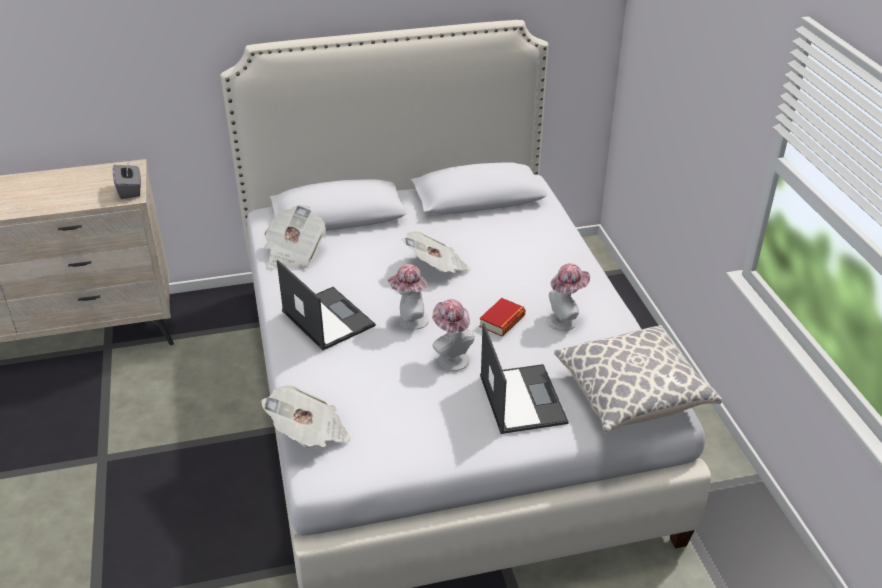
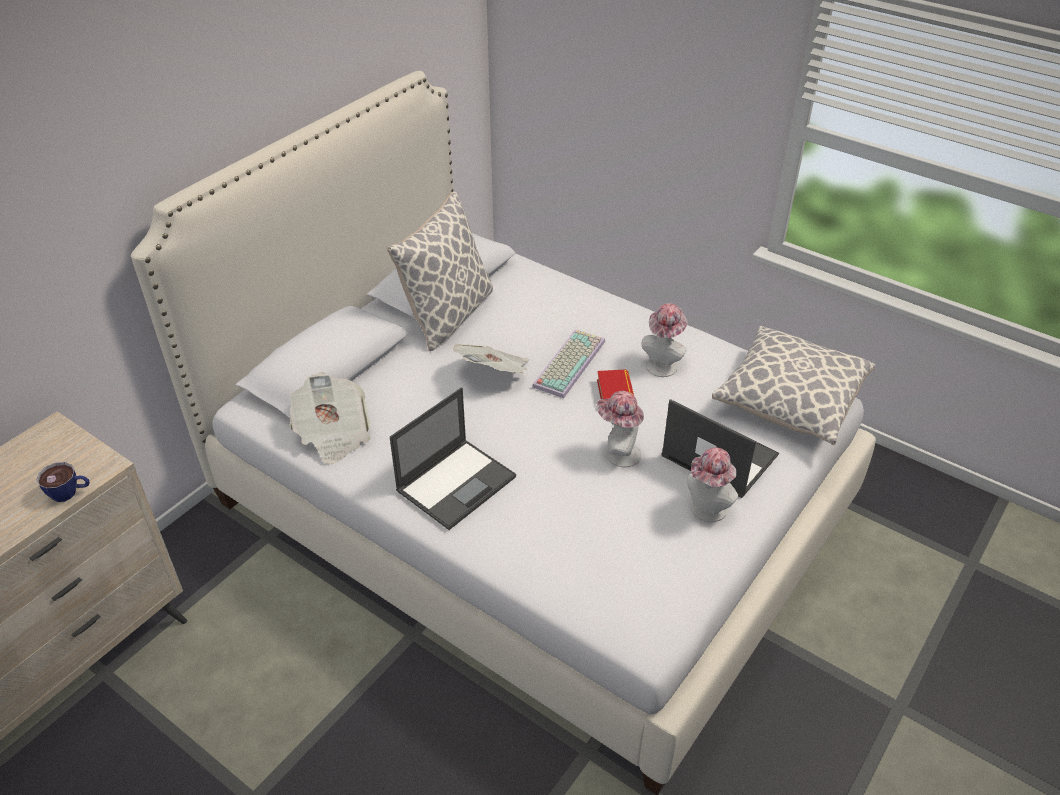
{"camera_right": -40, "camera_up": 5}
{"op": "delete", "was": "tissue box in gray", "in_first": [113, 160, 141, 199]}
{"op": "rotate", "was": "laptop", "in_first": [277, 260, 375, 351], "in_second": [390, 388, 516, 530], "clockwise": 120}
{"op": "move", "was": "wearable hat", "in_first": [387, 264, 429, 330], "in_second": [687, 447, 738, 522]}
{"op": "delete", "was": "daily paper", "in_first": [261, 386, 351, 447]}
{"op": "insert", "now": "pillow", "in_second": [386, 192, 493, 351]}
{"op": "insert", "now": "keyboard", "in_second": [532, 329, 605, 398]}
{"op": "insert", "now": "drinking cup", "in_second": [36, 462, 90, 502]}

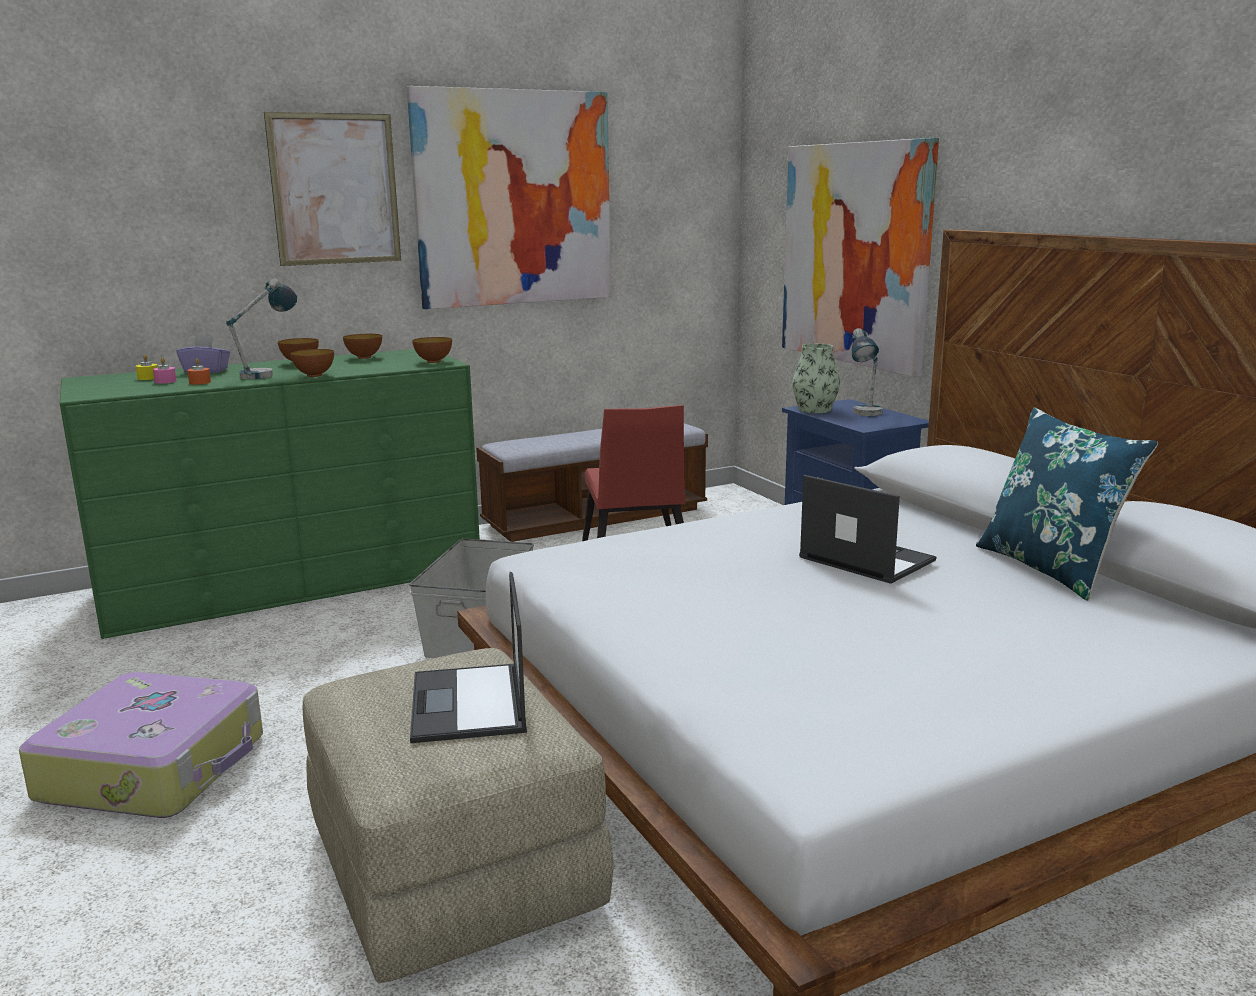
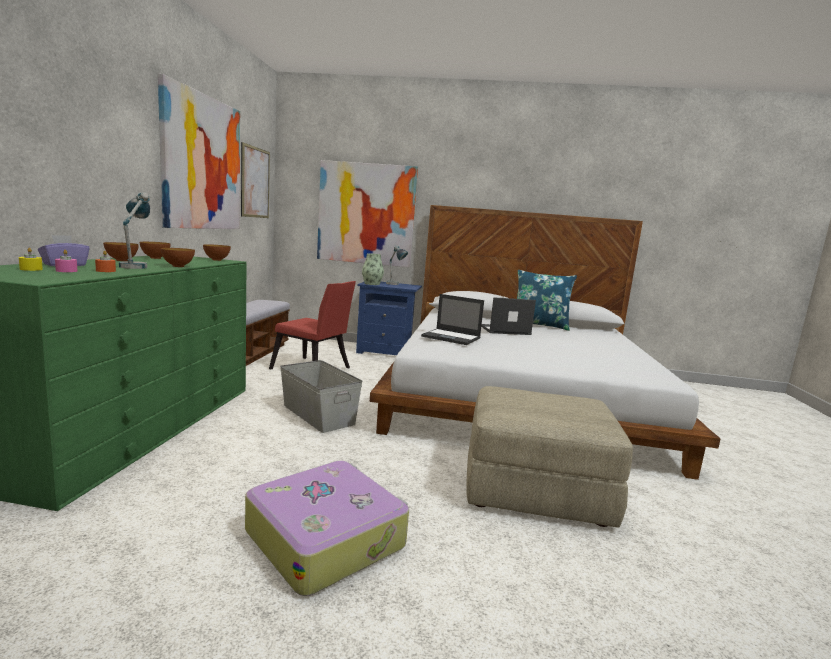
{"camera_right": -55, "camera_up": -5}
{"op": "move", "was": "wall art", "in_first": [264, 112, 401, 266], "in_second": [241, 142, 270, 218]}
{"op": "move", "was": "laptop", "in_first": [410, 572, 527, 743], "in_second": [421, 294, 484, 345]}

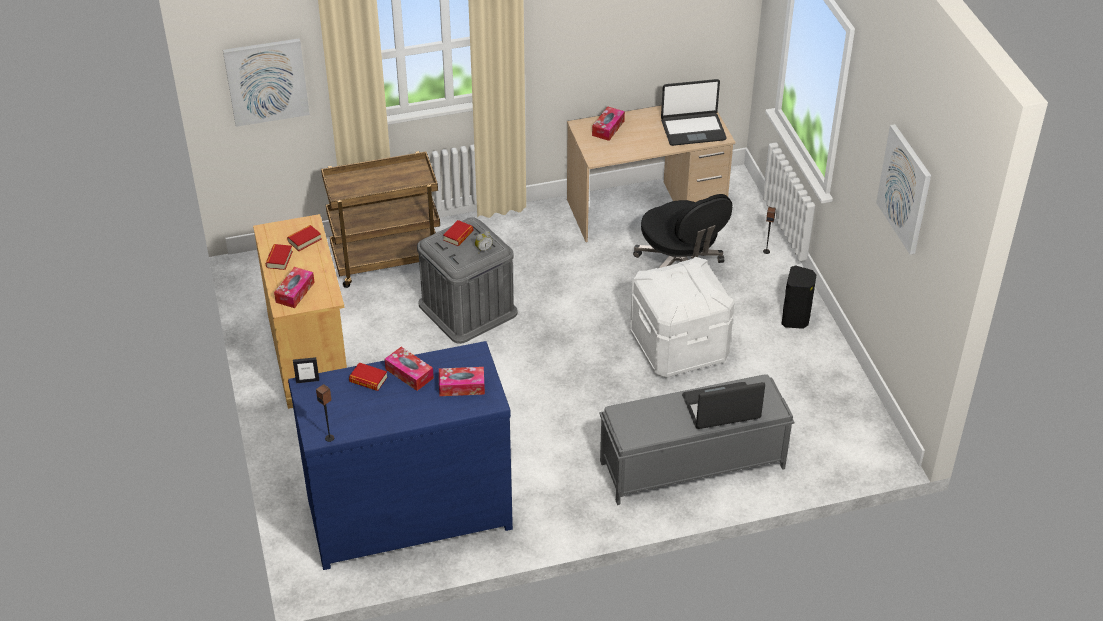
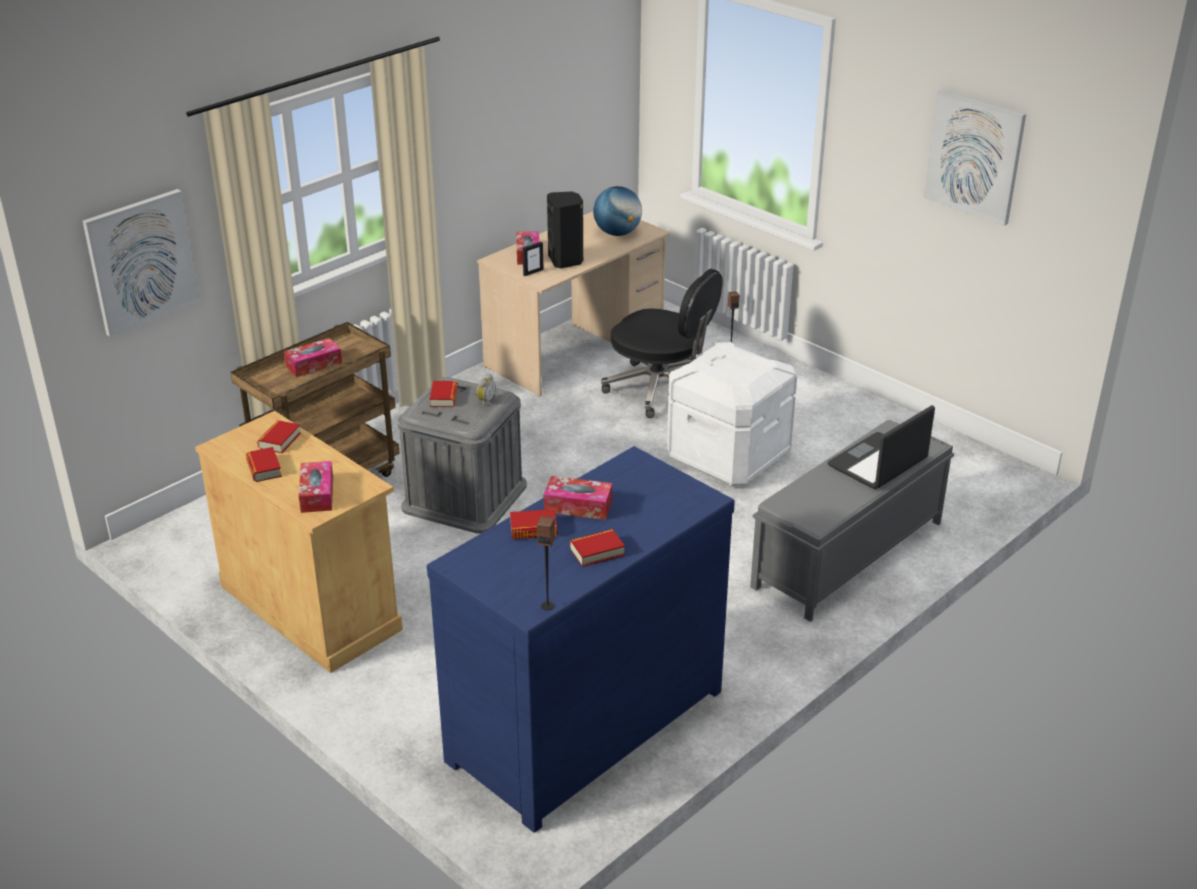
{"camera_right": -30, "camera_up": -10}
{"op": "replace", "was": "laptop", "now": "world globe", "in_first": [661, 79, 727, 146], "in_second": [593, 186, 642, 236]}
{"op": "move", "was": "loudspeaker in black-coloured", "in_first": [781, 265, 816, 329], "in_second": [547, 192, 583, 269]}
{"op": "move", "was": "standing frame", "in_first": [293, 357, 319, 383], "in_second": [523, 242, 544, 276]}
{"op": "move", "was": "tissue box", "in_first": [439, 367, 485, 396], "in_second": [284, 338, 342, 377]}
{"op": "insert", "now": "volume", "in_second": [570, 529, 625, 567]}

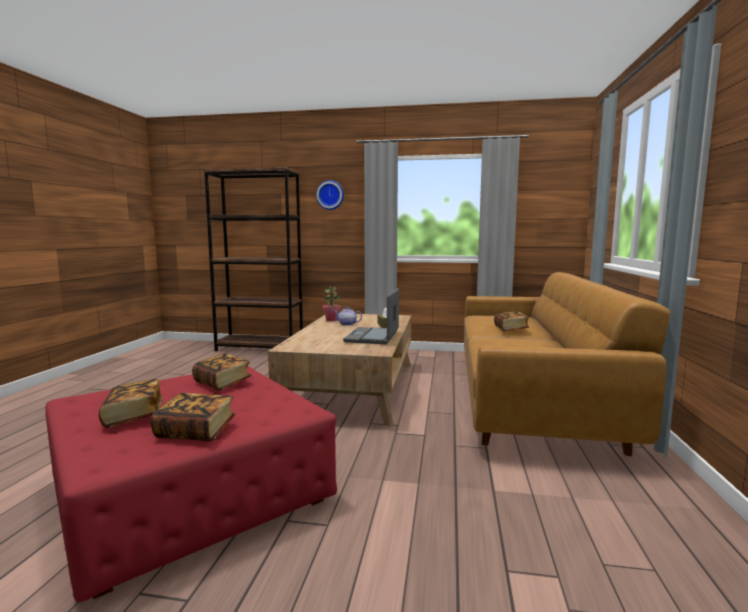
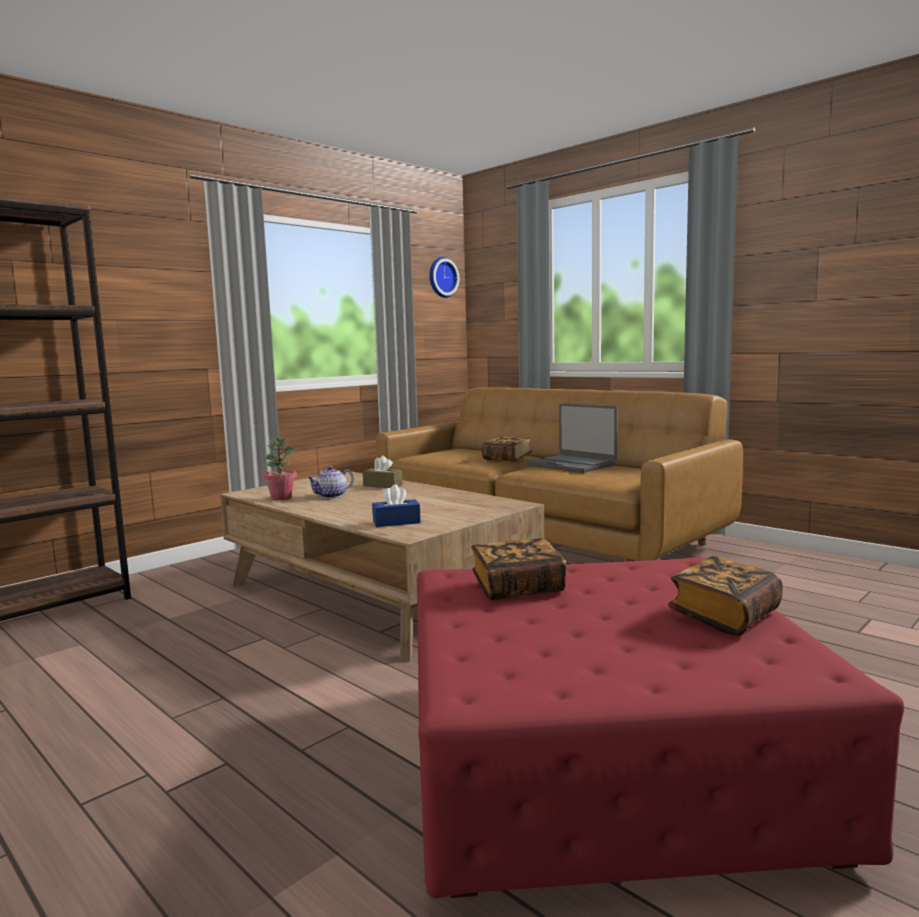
{"camera_right": -55, "camera_up": 0}
{"op": "move", "was": "wall clock", "in_first": [316, 180, 344, 210], "in_second": [429, 257, 459, 298]}
{"op": "move", "was": "laptop", "in_first": [343, 288, 399, 344], "in_second": [527, 403, 617, 473]}
{"op": "delete", "was": "volume", "in_first": [99, 379, 163, 428]}
{"op": "insert", "now": "tissue box in bluish", "in_second": [372, 484, 421, 527]}

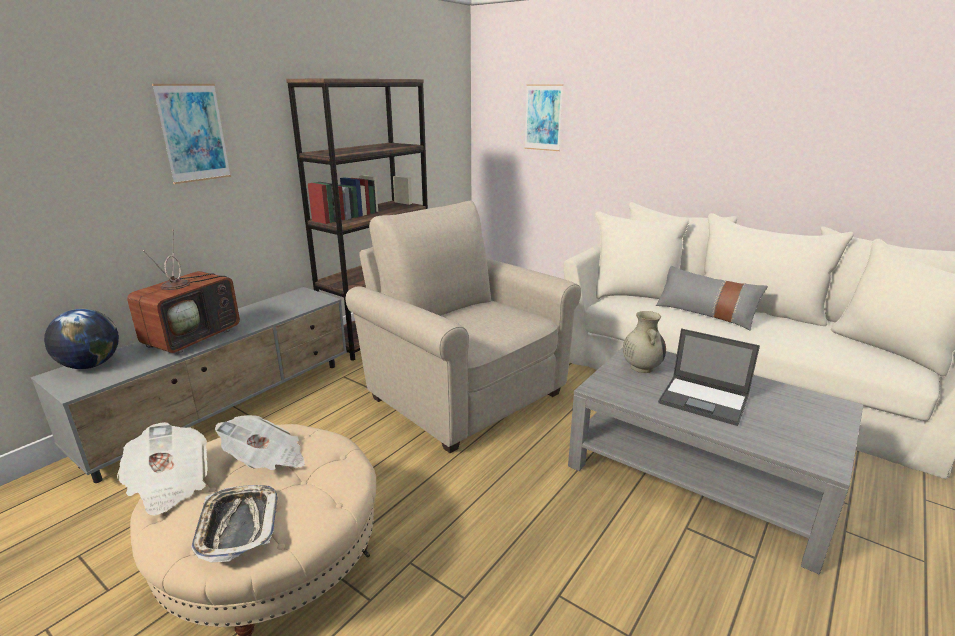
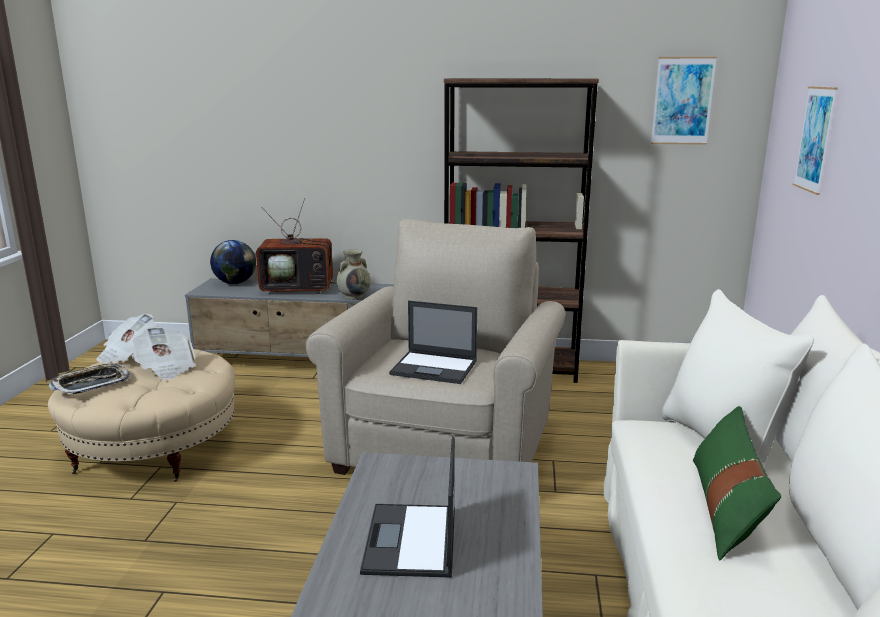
{"camera_right": 60, "camera_up": -5}
{"op": "move", "was": "wall art", "in_first": [152, 84, 231, 184], "in_second": [651, 57, 717, 145]}
{"op": "recolor", "was": "pillow in gray", "now": "pillow in green", "in_first": [656, 266, 768, 331], "in_second": [693, 406, 782, 560]}
{"op": "move", "was": "vase in beige", "in_first": [623, 311, 666, 373], "in_second": [337, 250, 371, 300]}
{"op": "insert", "now": "laptop", "in_second": [389, 300, 477, 384]}

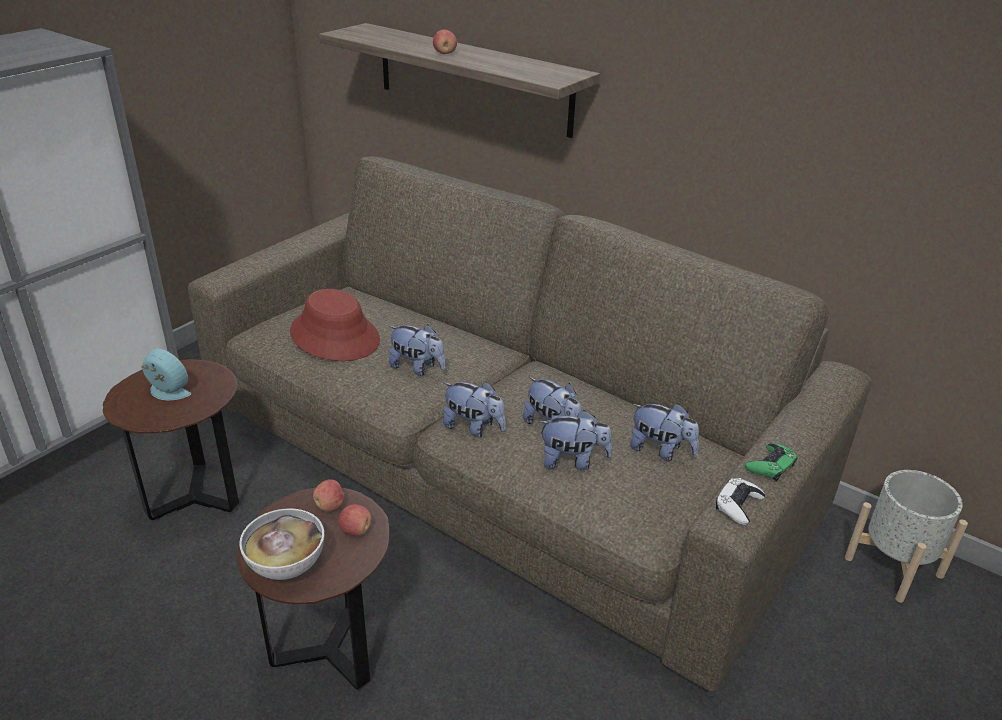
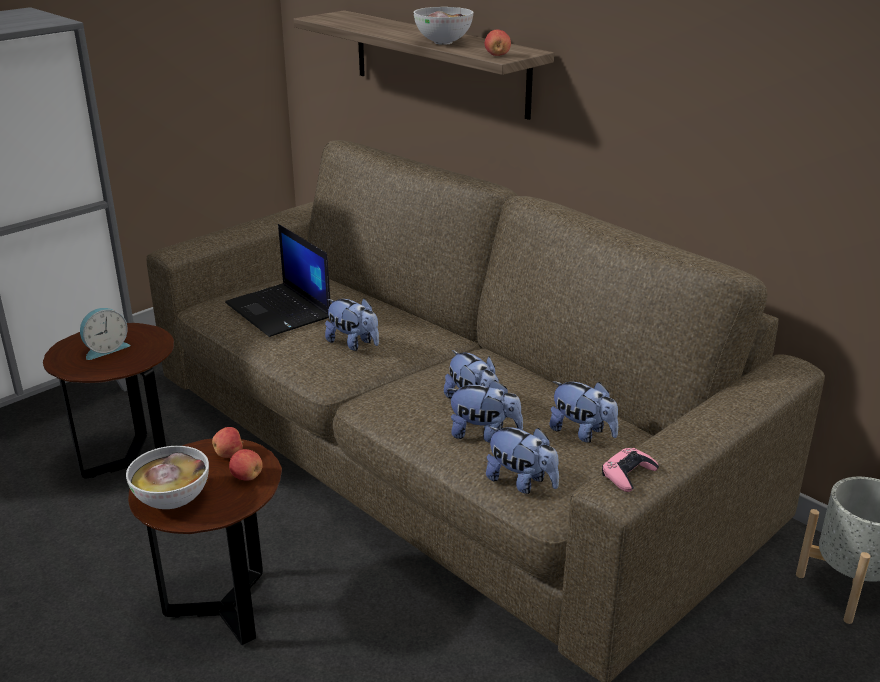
{"camera_right": 10, "camera_up": -5}
{"op": "move", "was": "apple", "in_first": [433, 30, 457, 54], "in_second": [485, 29, 511, 56]}
{"op": "replace", "was": "wearable hat in red-coloured", "now": "laptop", "in_first": [290, 289, 380, 361], "in_second": [225, 224, 331, 337]}
{"op": "rotate", "was": "alarm clock", "in_first": [141, 349, 191, 400], "in_second": [80, 308, 130, 360], "clockwise": 105}
{"op": "move", "was": "cuddly toy", "in_first": [443, 381, 506, 437], "in_second": [486, 427, 559, 494]}
{"op": "delete", "was": "game controller in green", "in_first": [745, 443, 798, 482]}
{"op": "recolor", "was": "game controller in white", "now": "game controller in pink-coloured", "in_first": [716, 478, 765, 525], "in_second": [602, 448, 659, 492]}
{"op": "insert", "now": "deep dish", "in_second": [414, 7, 473, 45]}

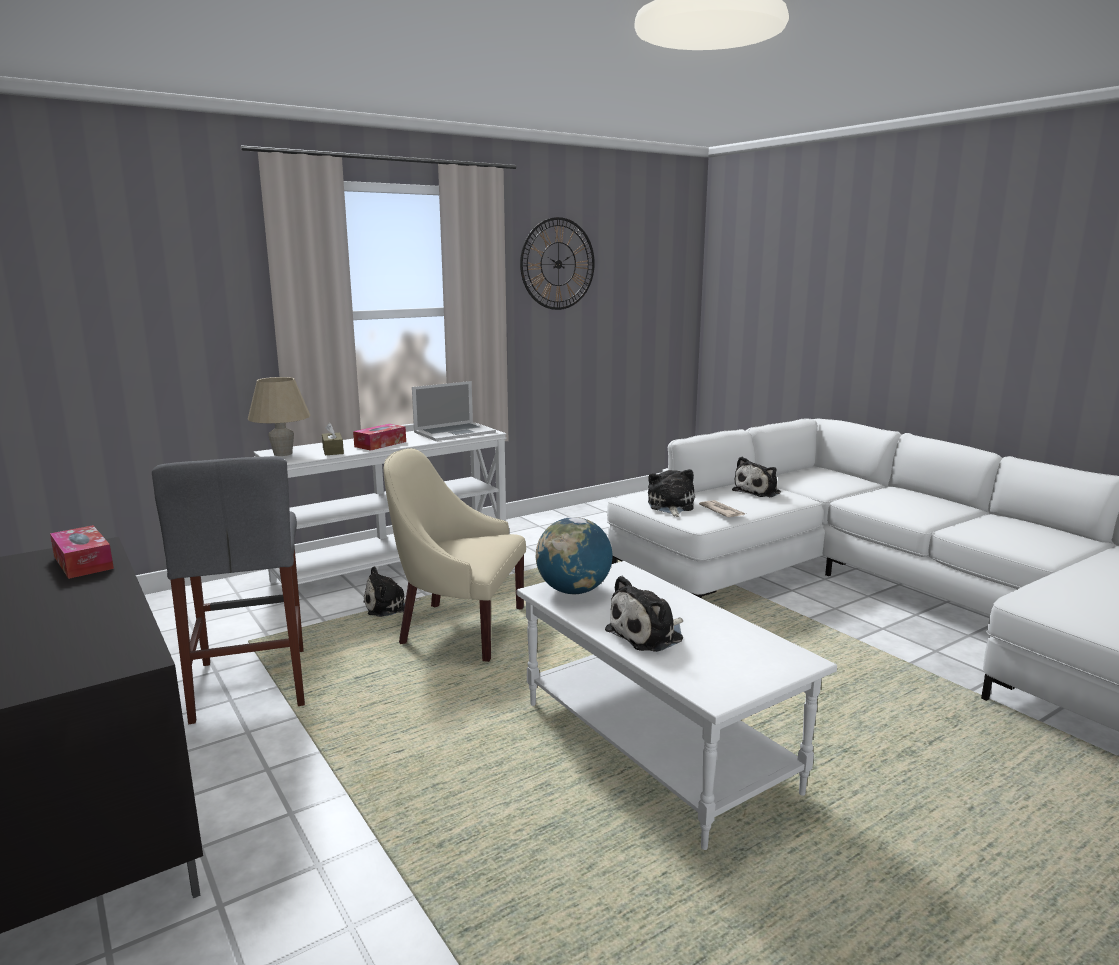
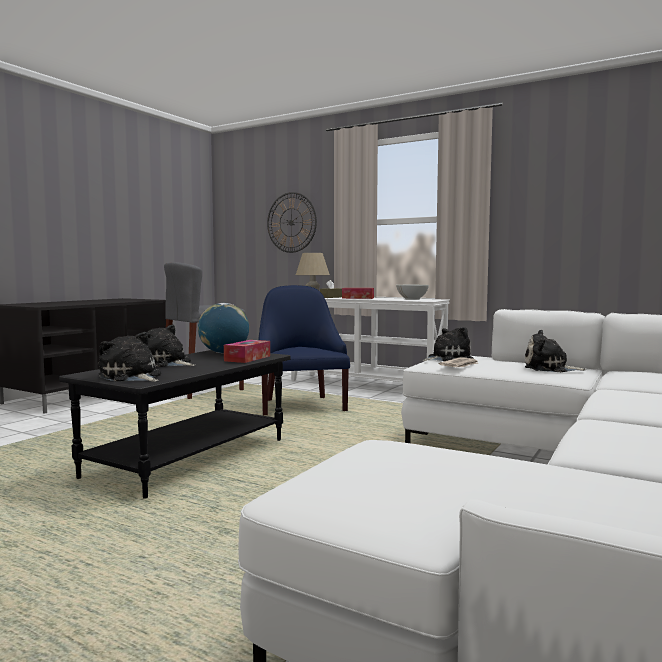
{"camera_right": 65, "camera_up": -10}
{"op": "move", "was": "wall clock", "in_first": [520, 217, 595, 310], "in_second": [267, 192, 317, 253]}
{"op": "replace", "was": "laptop", "now": "deep dish in white", "in_first": [412, 381, 496, 441], "in_second": [396, 285, 429, 300]}
{"op": "recolor", "was": "lounge chair in beige", "now": "lounge chair in bluish", "in_first": [383, 448, 526, 662], "in_second": [258, 285, 350, 415]}
{"op": "move", "was": "tissue box", "in_first": [50, 525, 114, 579], "in_second": [224, 340, 270, 363]}
{"op": "recolor", "was": "lounge table in white", "now": "lounge table in black-coloured", "in_first": [517, 561, 837, 850], "in_second": [59, 350, 291, 499]}
{"op": "move", "was": "cuddly toy", "in_first": [363, 566, 421, 617], "in_second": [99, 332, 161, 382]}

